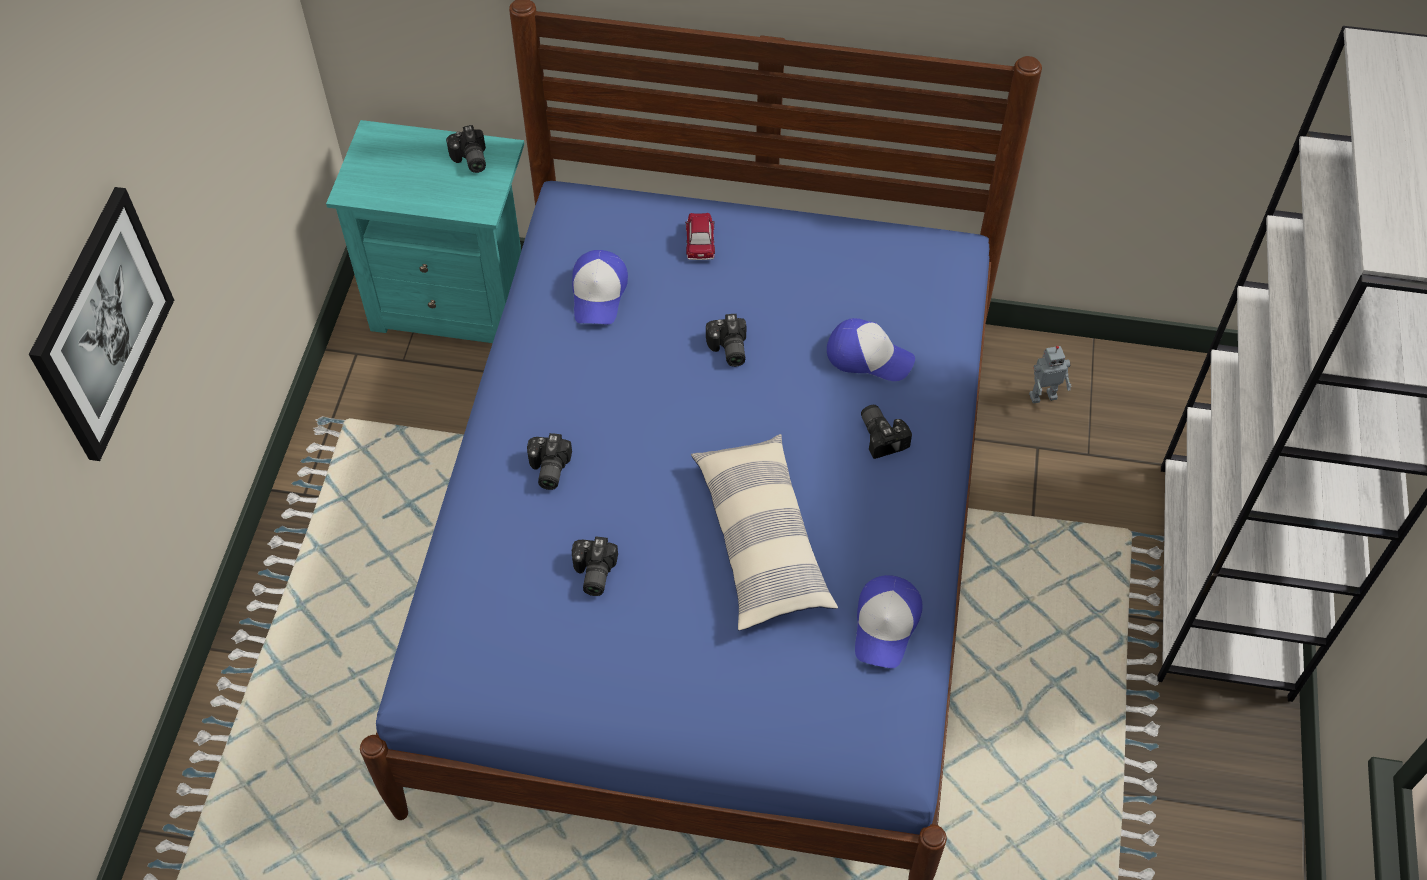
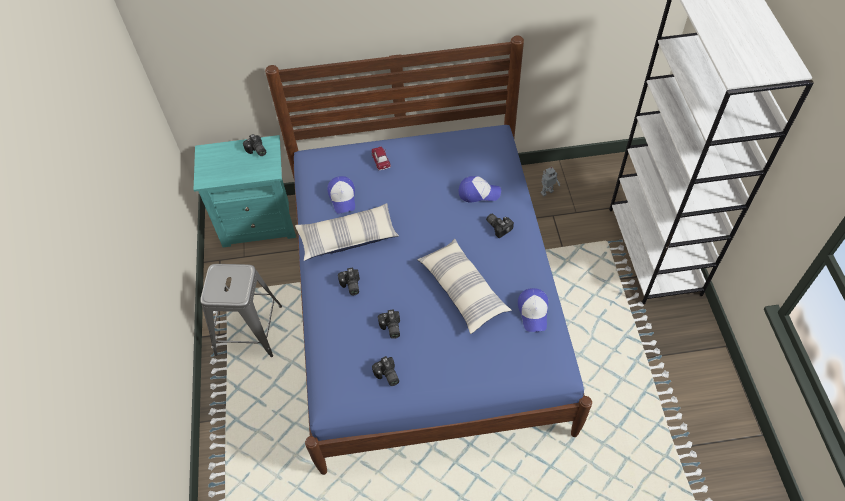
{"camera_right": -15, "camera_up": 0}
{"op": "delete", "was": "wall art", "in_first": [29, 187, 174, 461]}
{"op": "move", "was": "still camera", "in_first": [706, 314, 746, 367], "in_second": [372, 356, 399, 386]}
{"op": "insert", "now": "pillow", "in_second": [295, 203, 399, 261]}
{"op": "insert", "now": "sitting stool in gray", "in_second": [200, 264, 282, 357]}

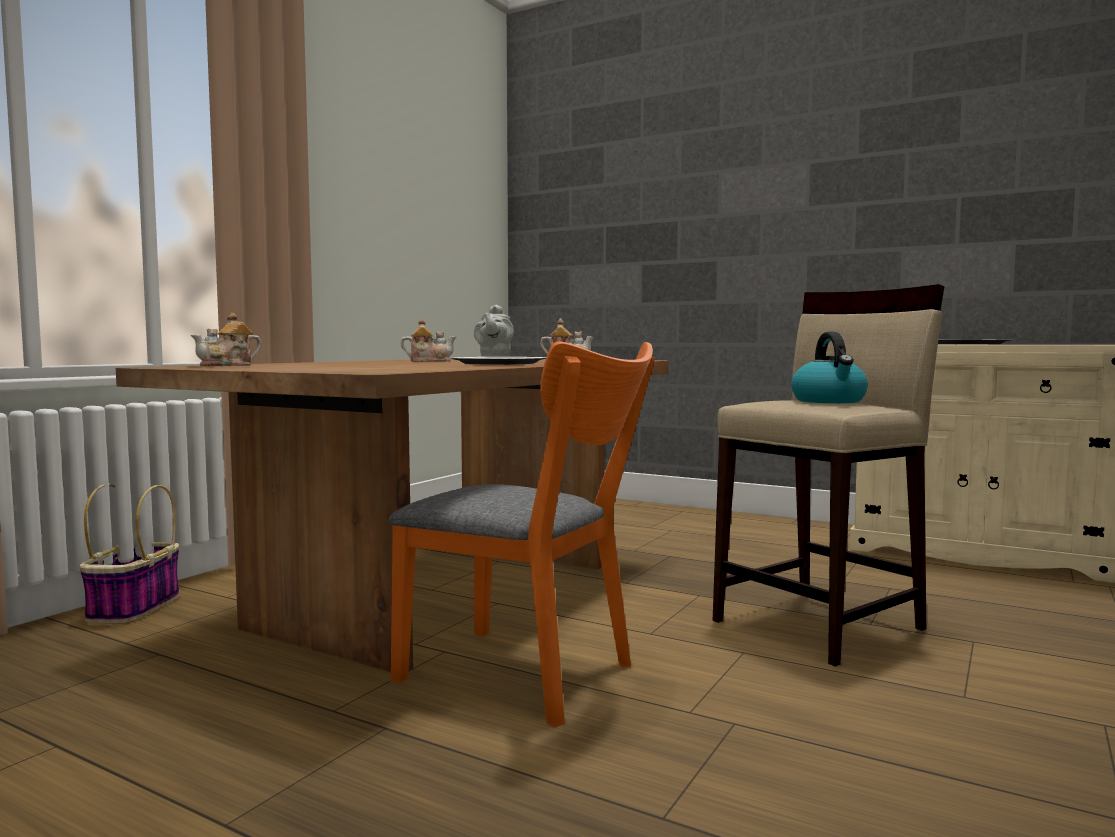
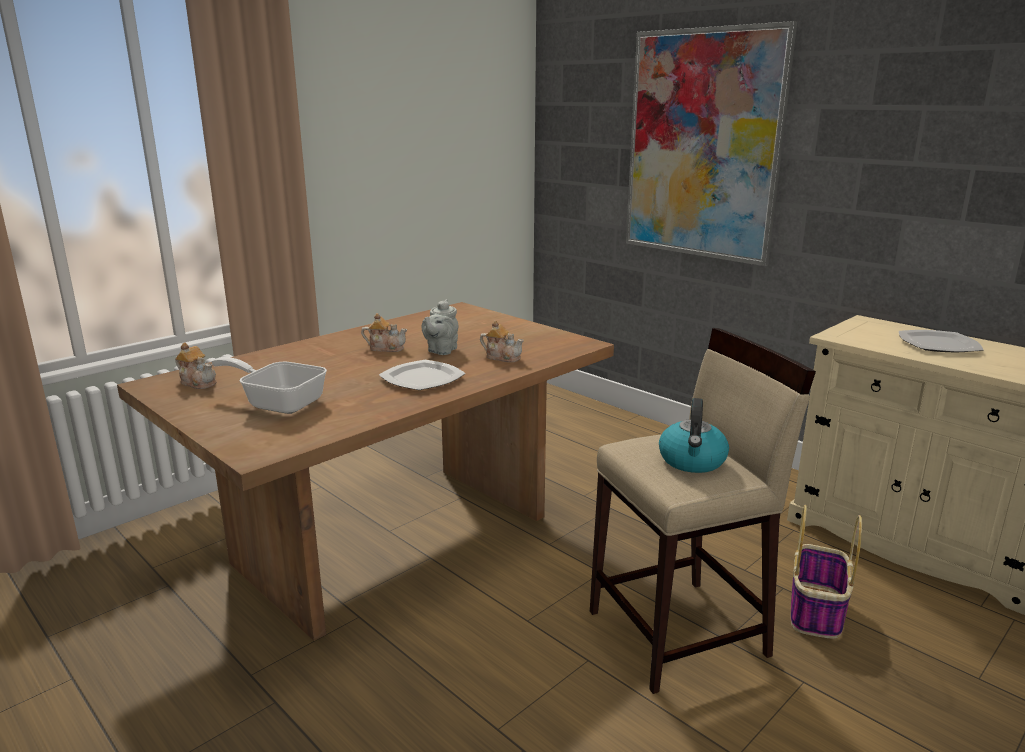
{"camera_right": 15, "camera_up": 15}
{"op": "rotate", "was": "pot for tea", "in_first": [191, 313, 262, 366], "in_second": [175, 342, 217, 389], "clockwise": -120}
{"op": "delete", "was": "plain chair in orange-coloured", "in_first": [388, 342, 655, 728]}
{"op": "move", "was": "basket", "in_first": [79, 484, 179, 624], "in_second": [790, 505, 862, 639]}
{"op": "insert", "now": "wall art", "in_second": [626, 21, 797, 266]}
{"op": "insert", "now": "skillet", "in_second": [211, 357, 327, 414]}

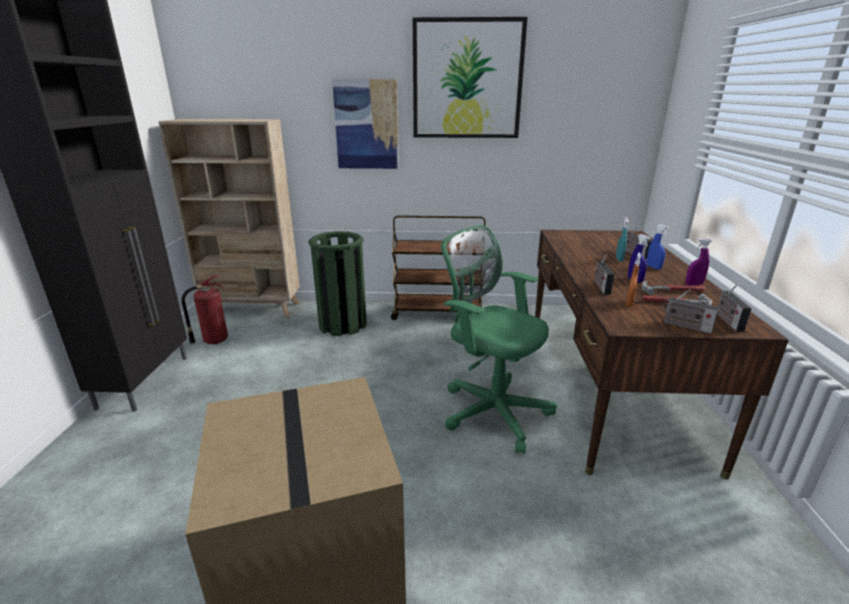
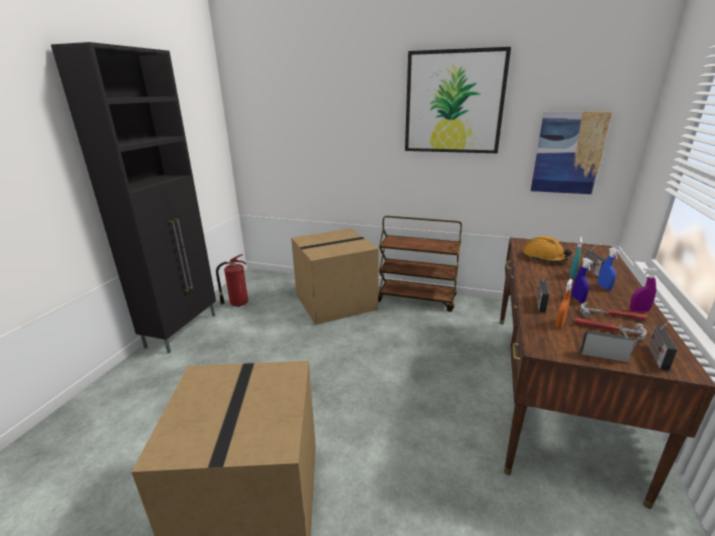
{"camera_right": 15, "camera_up": 0}
{"op": "move", "was": "wall art", "in_first": [332, 79, 399, 169], "in_second": [531, 111, 612, 194]}
{"op": "delete", "was": "bookcase in beige", "in_first": [158, 119, 300, 318]}
{"op": "delete", "was": "office chair in green", "in_first": [441, 225, 557, 454]}
{"op": "replace", "was": "trash can in green", "now": "cardboard box", "in_first": [308, 231, 367, 336], "in_second": [291, 228, 378, 325]}
{"op": "rotate", "was": "radio receiver", "in_first": [663, 289, 719, 334], "in_second": [580, 325, 639, 362], "clockwise": 150}
{"op": "insert", "now": "safety helmet in orange-coloured", "in_second": [523, 236, 572, 262]}

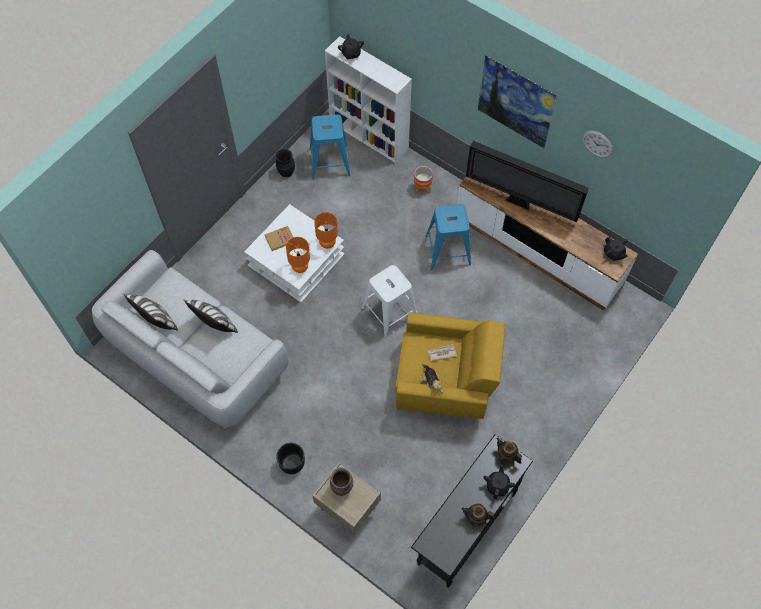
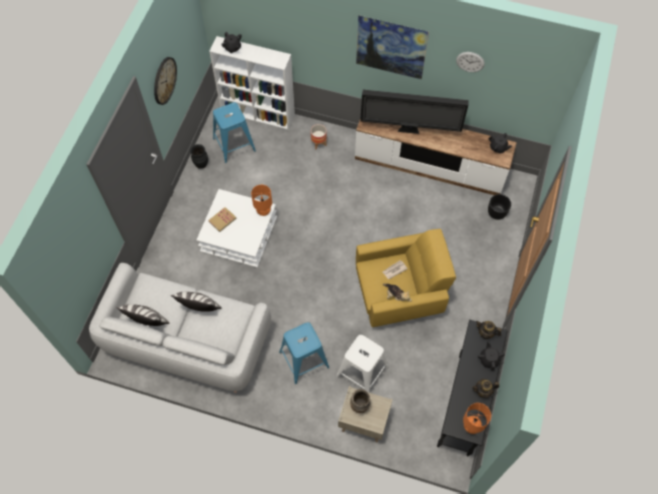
{"camera_right": -20, "camera_up": 0}
{"op": "move", "was": "sitting stool in bluish", "in_first": [426, 204, 471, 269], "in_second": [279, 322, 329, 384]}
{"op": "move", "was": "tabletop lamp in orange-coloured", "in_first": [286, 237, 310, 273], "in_second": [463, 403, 491, 434]}
{"op": "move", "was": "sitting stool in white", "in_first": [361, 265, 417, 338], "in_second": [336, 335, 388, 393]}
{"op": "move", "was": "flower pot in black-coloured", "in_first": [276, 443, 305, 474], "in_second": [488, 194, 511, 220]}
{"op": "insert", "now": "wall clock", "in_second": [154, 57, 177, 105]}

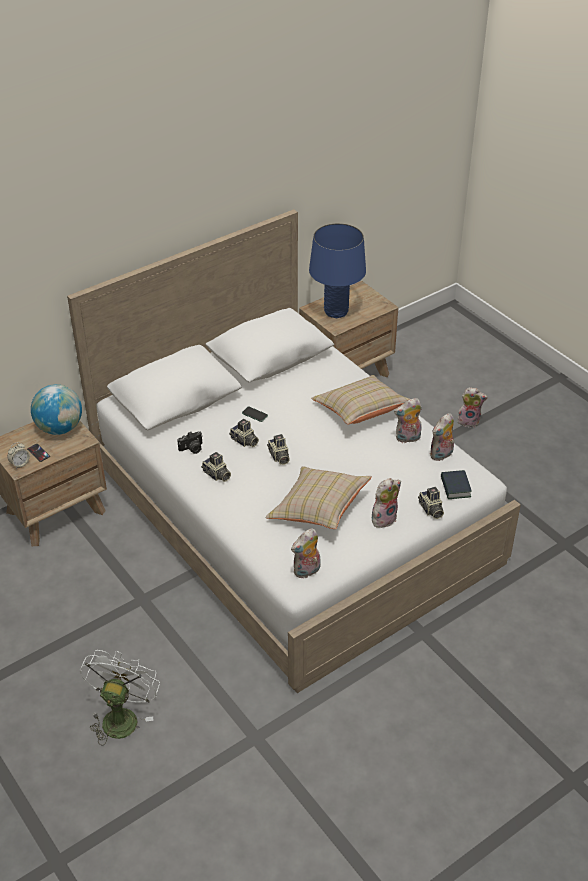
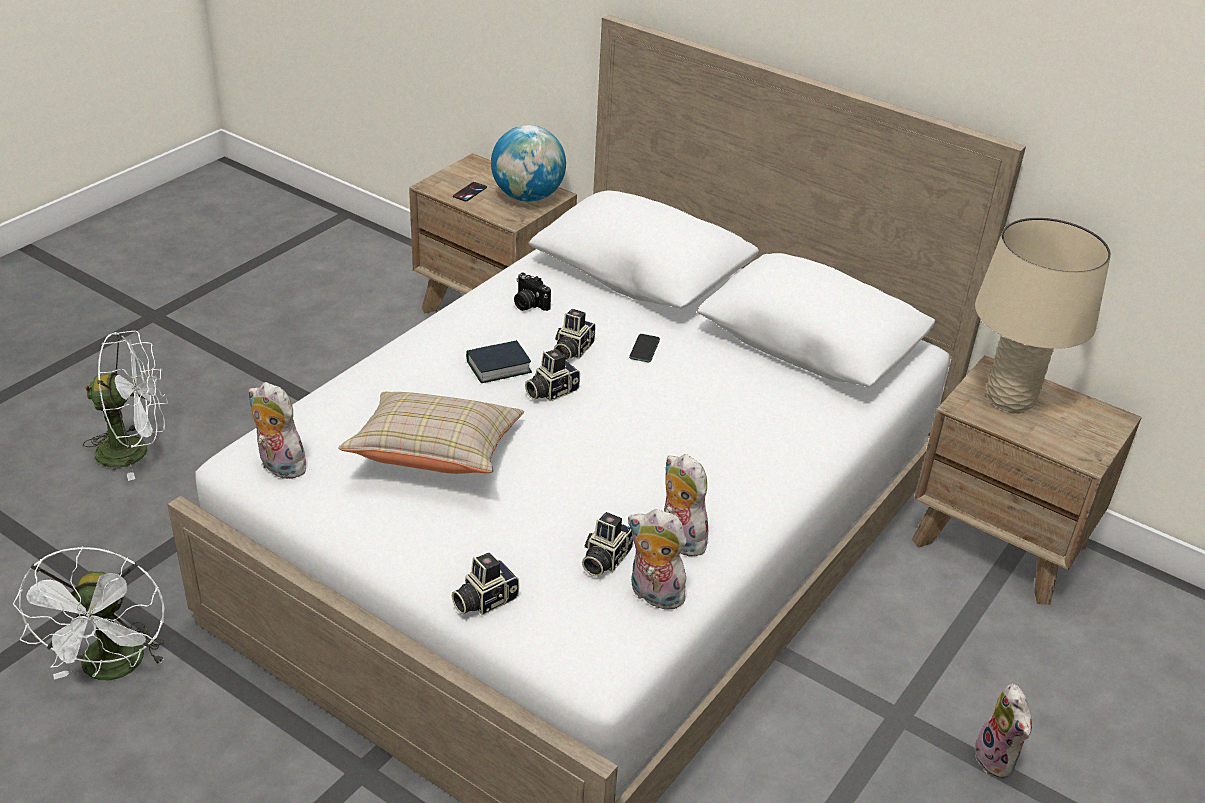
{"camera_right": 70, "camera_up": -5}
{"op": "recolor", "was": "tabletop lamp in bluish", "now": "tabletop lamp in beige", "in_first": [309, 223, 366, 318], "in_second": [975, 218, 1111, 412]}
{"op": "delete", "was": "pillow in beige", "in_first": [311, 375, 410, 425]}
{"op": "delete", "was": "alarm clock", "in_first": [7, 442, 30, 469]}
{"op": "move", "was": "still camera", "in_first": [201, 452, 231, 482], "in_second": [582, 512, 633, 576]}
{"op": "move", "was": "volume", "in_first": [441, 470, 472, 499], "in_second": [466, 340, 532, 383]}
{"op": "delete", "was": "cuddly toy", "in_first": [372, 478, 401, 528]}
{"op": "insert", "now": "fan in white", "in_second": [13, 546, 165, 680]}

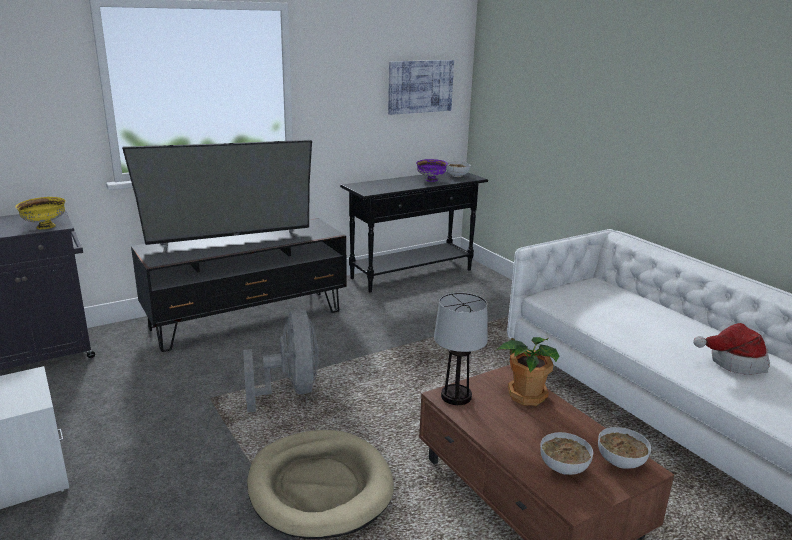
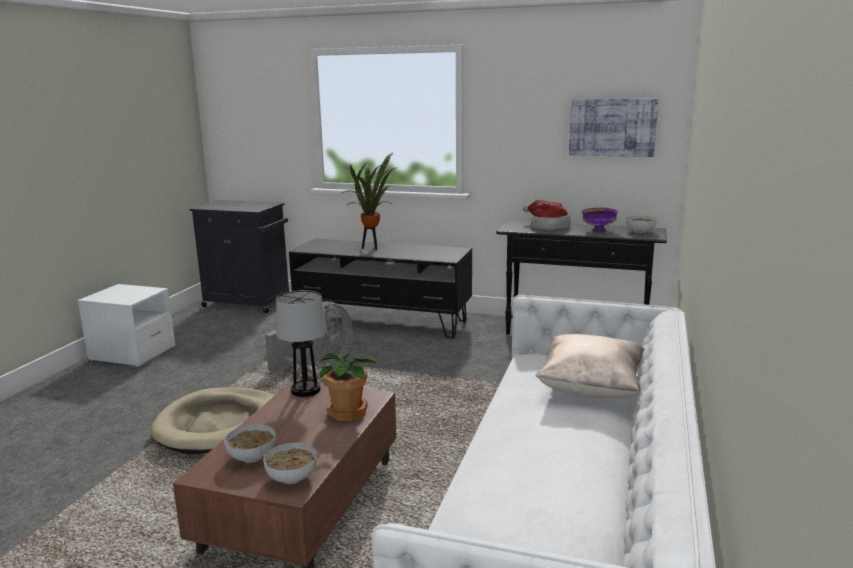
{"camera_right": 50, "camera_up": -5}
{"op": "replace", "was": "TV set", "now": "potted plant", "in_first": [122, 140, 312, 254], "in_second": [340, 153, 396, 250]}
{"op": "delete", "was": "deep dish in yellow", "in_first": [15, 197, 66, 229]}
{"op": "move", "was": "wearable hat", "in_first": [693, 323, 770, 375], "in_second": [523, 200, 571, 230]}
{"op": "insert", "now": "pillow in beige", "in_second": [536, 334, 645, 398]}

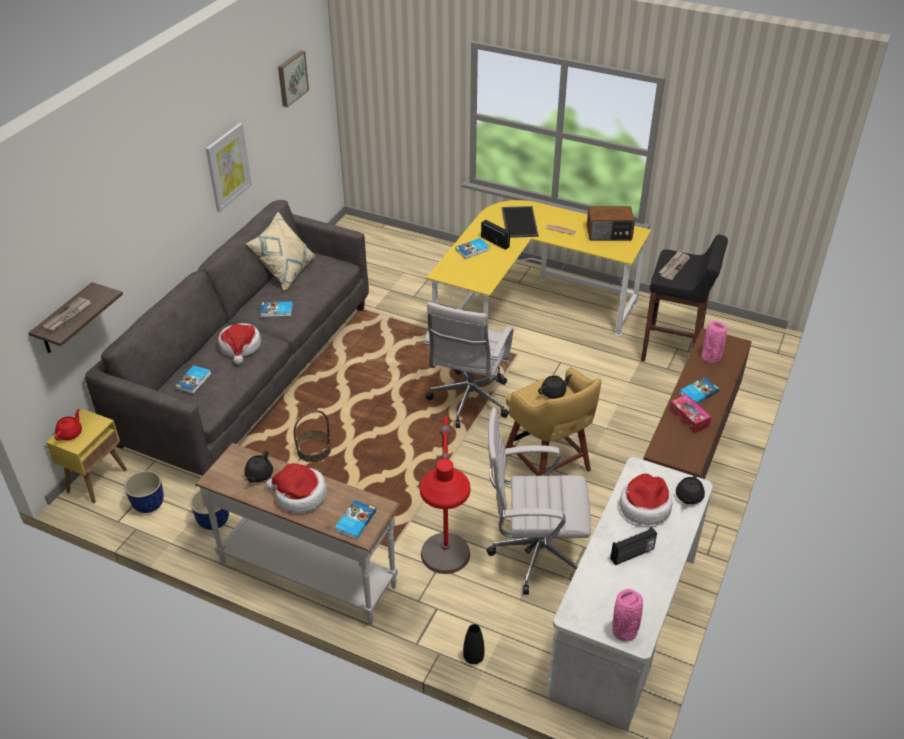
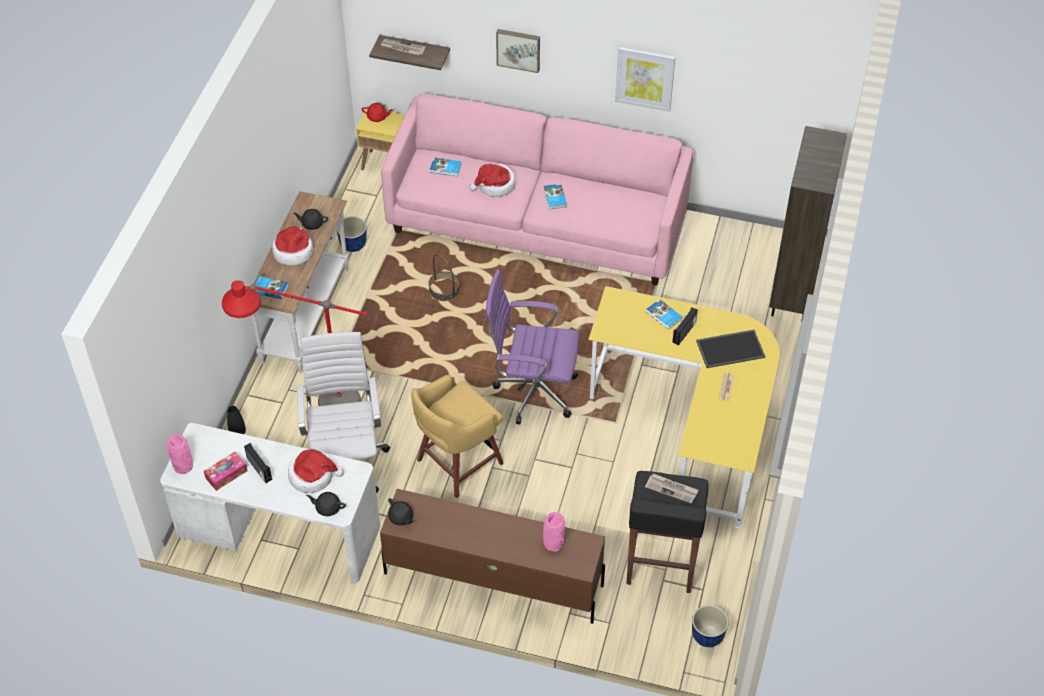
{"camera_right": 80, "camera_up": 10}
{"op": "move", "was": "wall art", "in_first": [278, 51, 309, 107], "in_second": [496, 29, 540, 73]}
{"op": "recolor", "was": "sofa in gray", "now": "sofa in pink-coloured", "in_first": [85, 200, 369, 476], "in_second": [381, 94, 693, 285]}
{"op": "delete", "was": "radio receiver", "in_first": [587, 206, 635, 241]}
{"op": "delete", "was": "pillow in beige", "in_first": [246, 212, 315, 291]}
{"op": "recolor", "was": "office chair in white", "now": "office chair in purple-coloured", "in_first": [423, 302, 513, 428], "in_second": [485, 270, 579, 424]}
{"op": "move", "was": "pot for tea in black-coloured", "in_first": [538, 374, 572, 399], "in_second": [388, 498, 414, 526]}
{"op": "delete", "was": "volume", "in_first": [679, 377, 719, 404]}
{"op": "move", "was": "tissue box", "in_first": [669, 395, 711, 433], "in_second": [204, 452, 248, 491]}
{"op": "move", "was": "flower pot", "in_first": [124, 471, 164, 513], "in_second": [692, 605, 729, 647]}
{"op": "insert", "now": "bookcase in brownish", "in_second": [769, 126, 847, 322]}

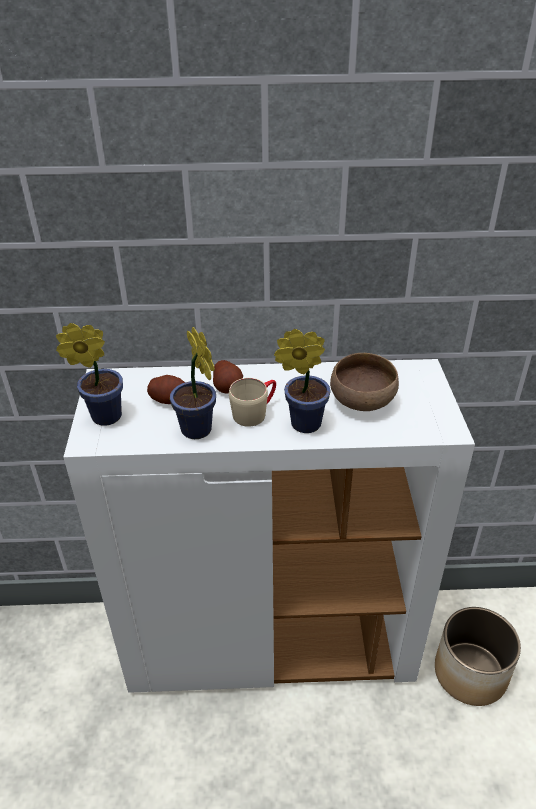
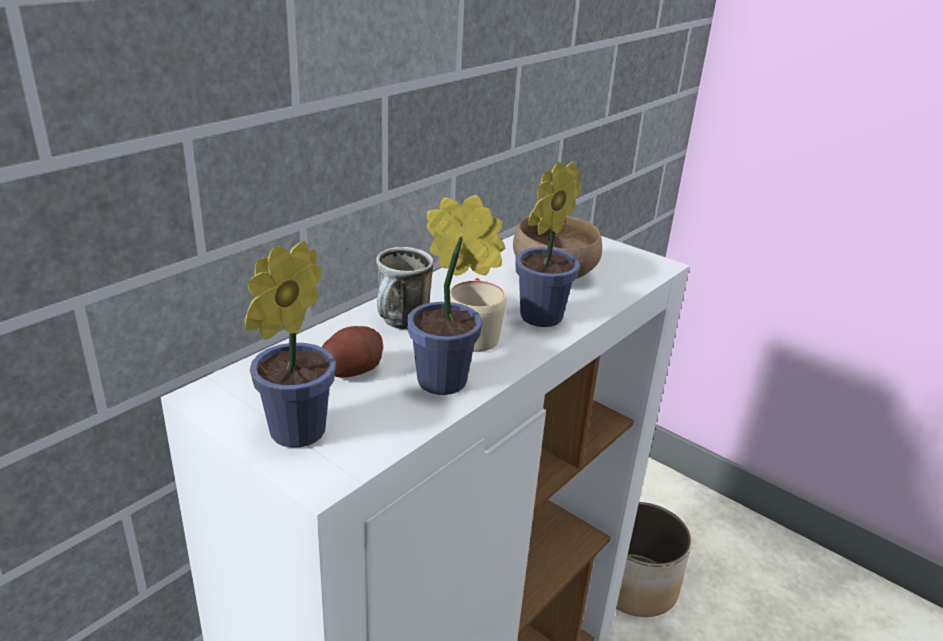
{"camera_right": -50, "camera_up": -10}
{"op": "replace", "was": "spud", "now": "tea mug", "in_first": [213, 360, 243, 394], "in_second": [376, 247, 433, 329]}

